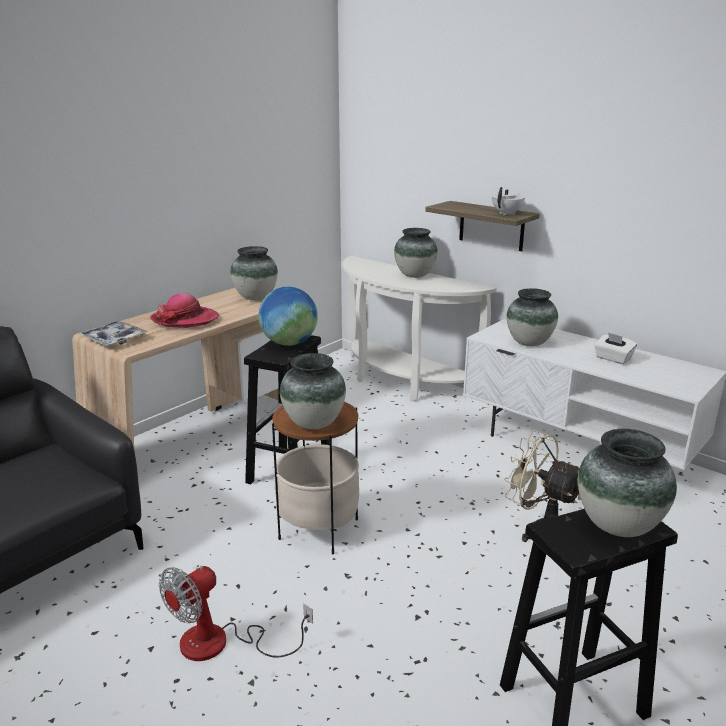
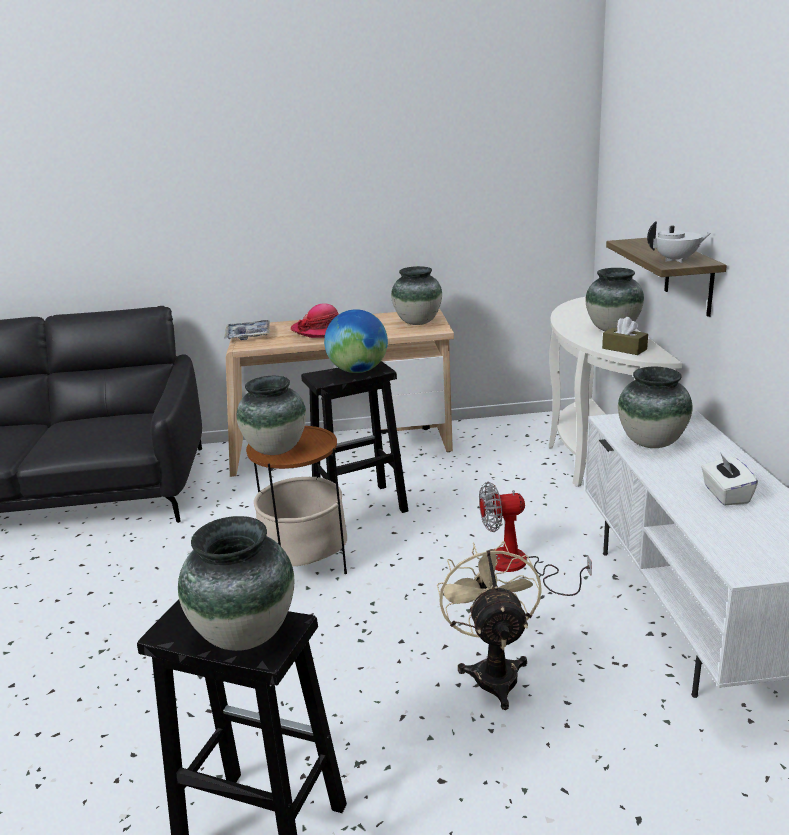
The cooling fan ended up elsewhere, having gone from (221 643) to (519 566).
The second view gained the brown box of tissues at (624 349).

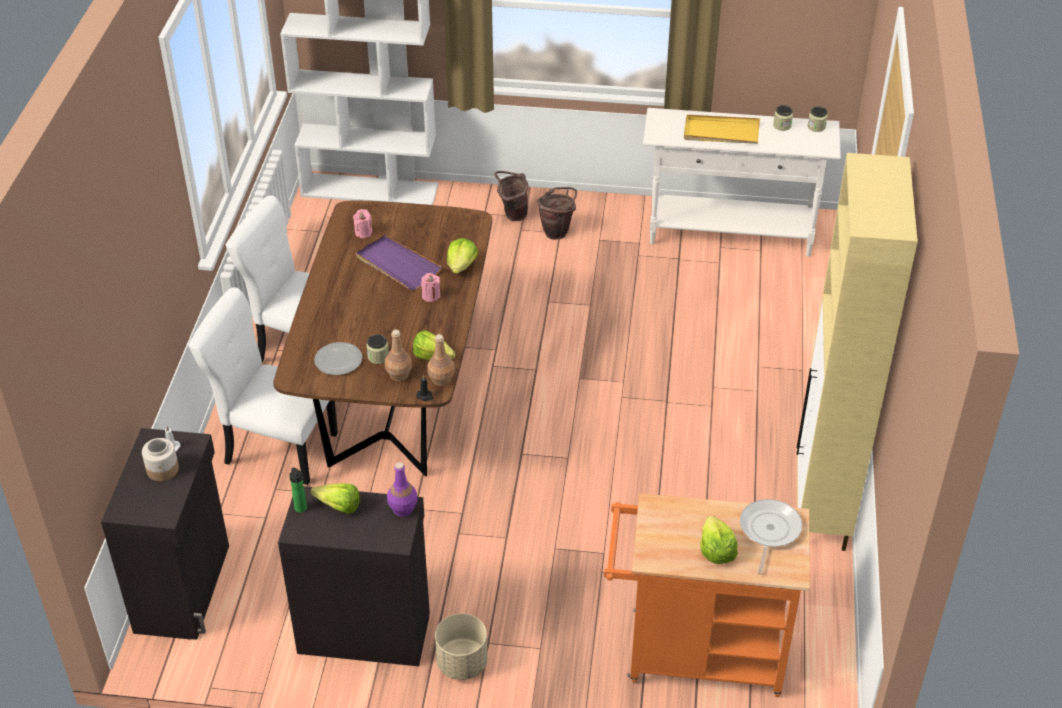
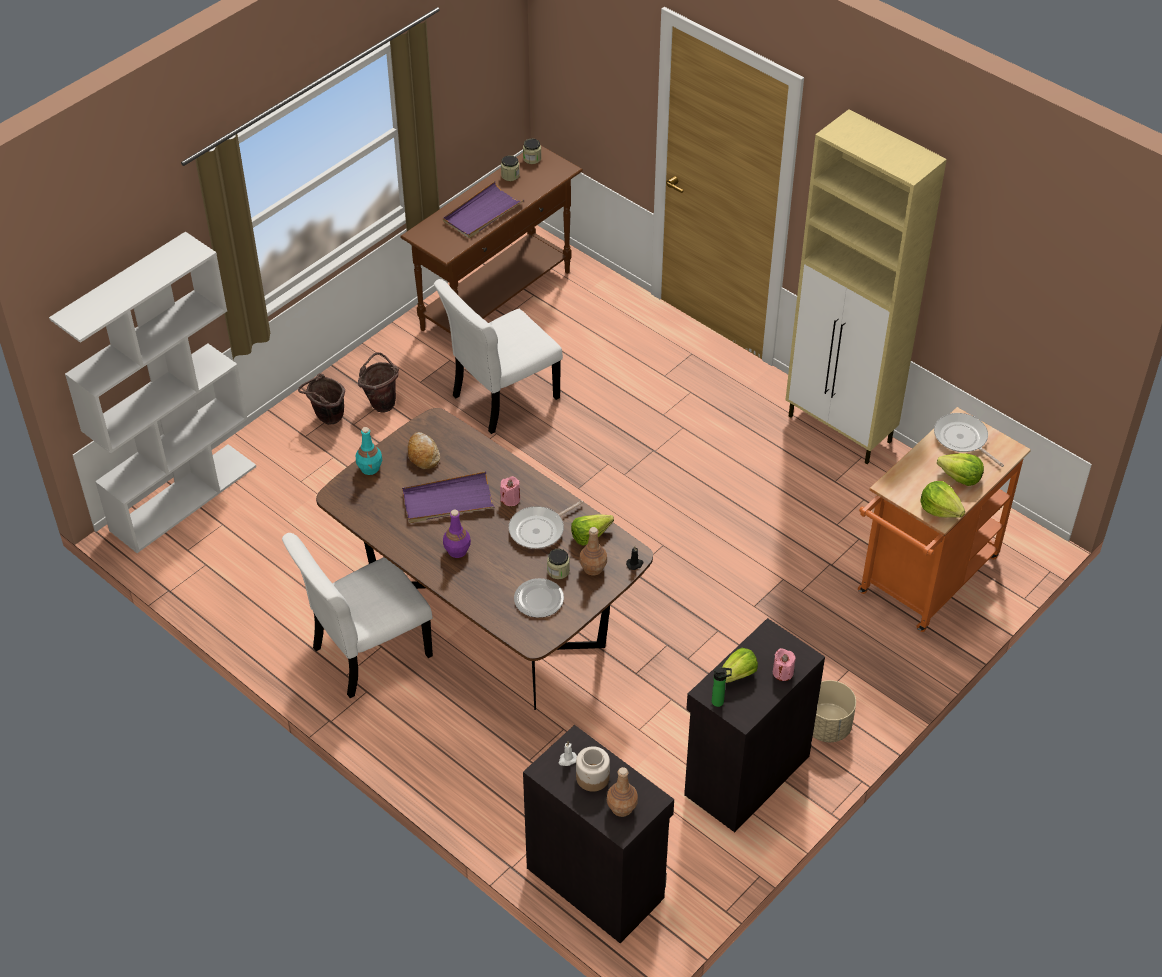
The second view gained the blue-green bottle at (370 468).
What was the whitish hall table at (731 234) turned into the brown hall table at (497 300).
The second view gained the bread at (423 454).
The whitish plain chair ended up elsewhere, having gone from (277 447) to (501 398).
What was the yellow-coloured tray at (721 132) turned into the purple-coloured tray at (482 213).
The purple-coloured bottle ended up elsewhere, having gone from (402 508) to (457 551).
The second view gained the skillet at (539 530).
The brown bottle ended up elsewhere, having gone from (441 379) to (622 807).
The pink-coloured wax candle ended up elsewhere, having gone from (363 233) to (783 672).
The lettuce ended up elsewhere, having gone from (461 265) to (940 509).

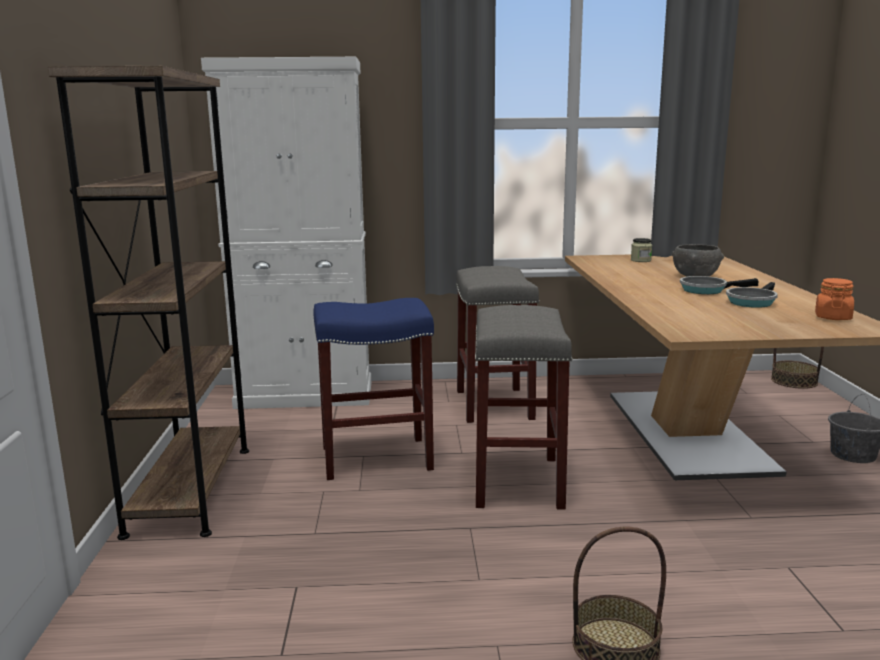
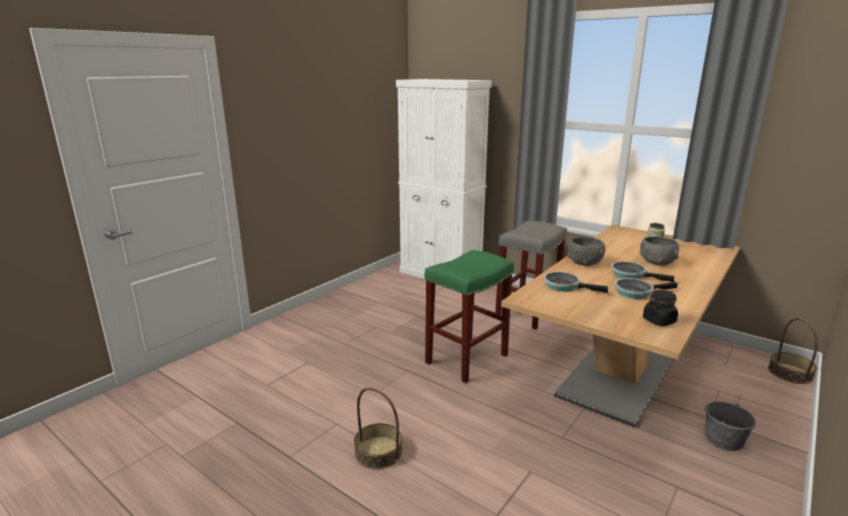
What was the grey sitting stool at (516 481) turned into the green sitting stool at (467 358).
The second view gained the skillet at (564 286).
The second view gained the grey bowl at (584 263).
What was the orangey jar at (832 317) turned into the black-coloured jar at (659 320).
The second view lost the brown bookshelf at (190 489).
The second view lost the blue-coloured sitting stool at (378 457).

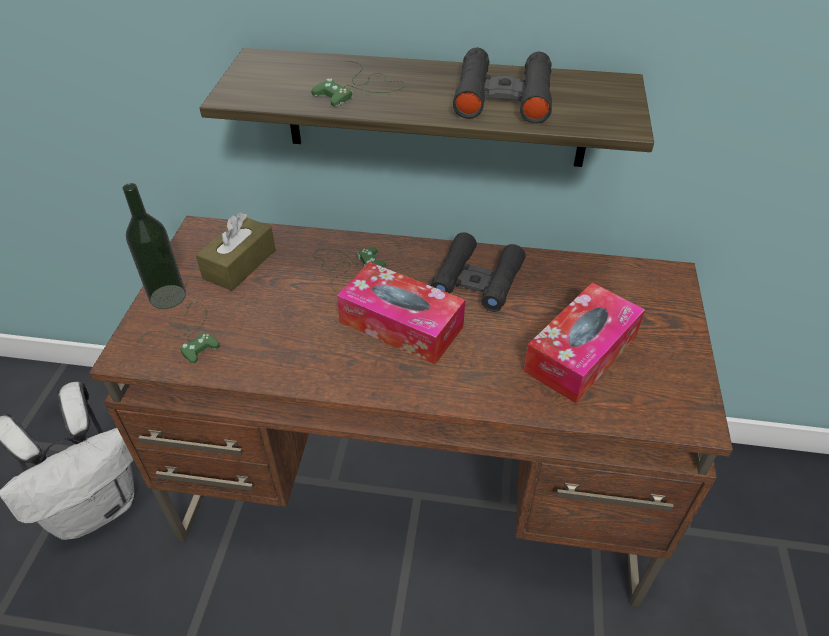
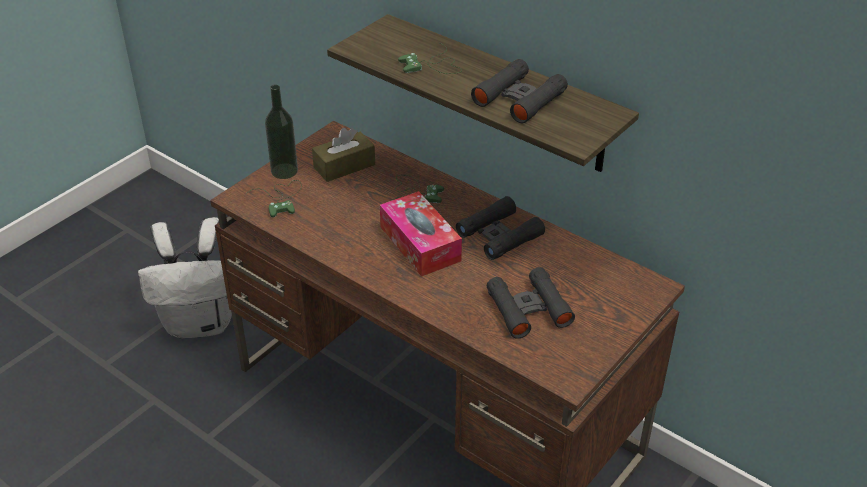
Where the box of tissues stood at (581 353), the black-coloured binoculars came to stand at (528 309).

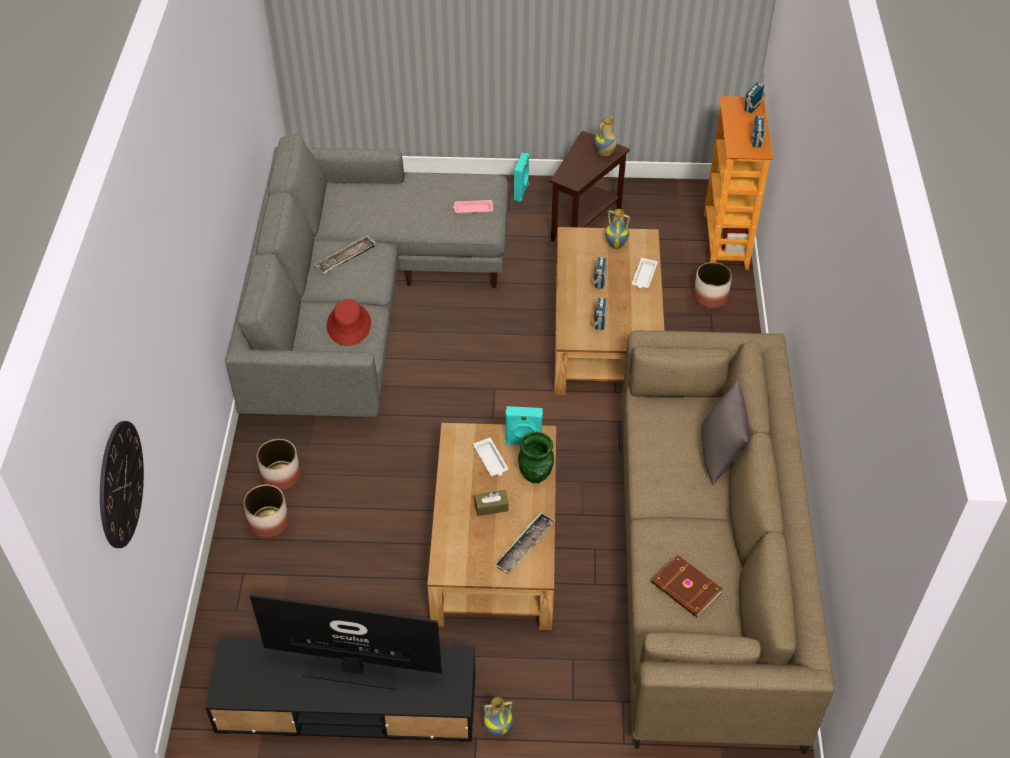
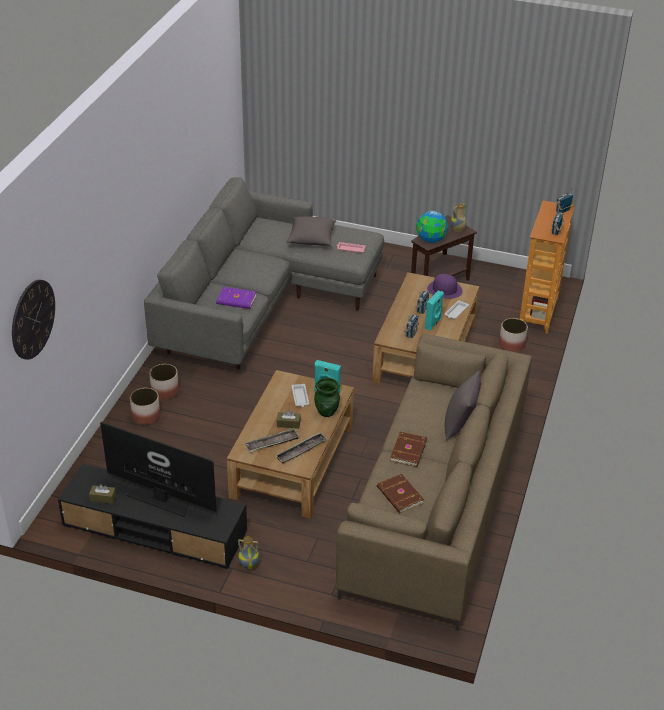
The second view gained the brown box of tissues at (103 498).
Where the red-coloured wearable hat stood at (349 325), the purple-coloured book came to stand at (236 300).
The tray ended up elsewhere, having gone from (346 257) to (272 443).
The second view gained the grey throw pillow at (312 239).
The second view gained the brown book at (409 451).
The second view gained the globe at (431 240).
The blue-green loudspeaker ended up elsewhere, having gone from (522 192) to (433 323).
Where the vase stood at (616 244), the purple-coloured wearable hat came to stand at (445 289).

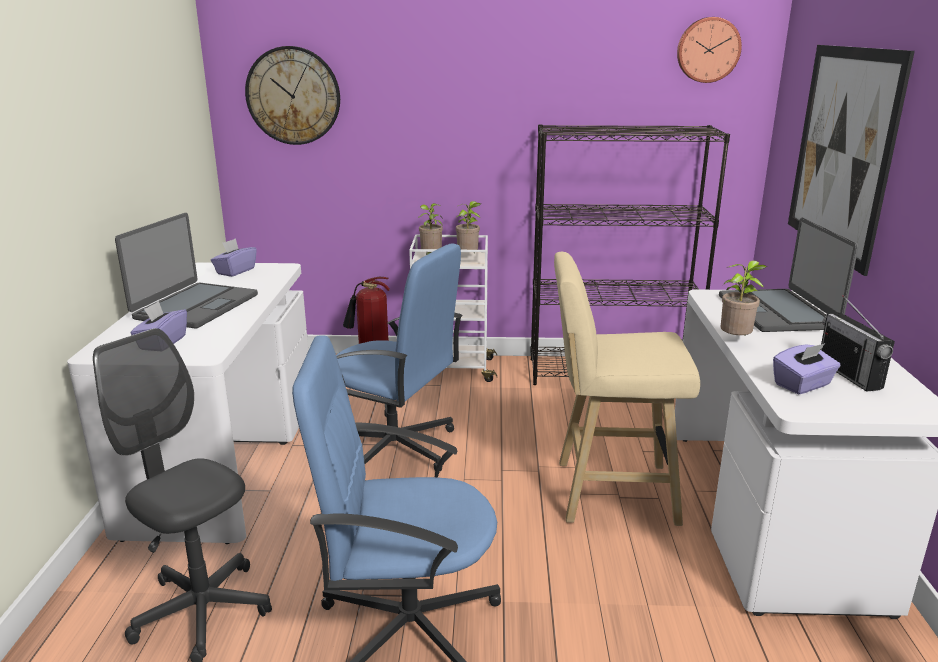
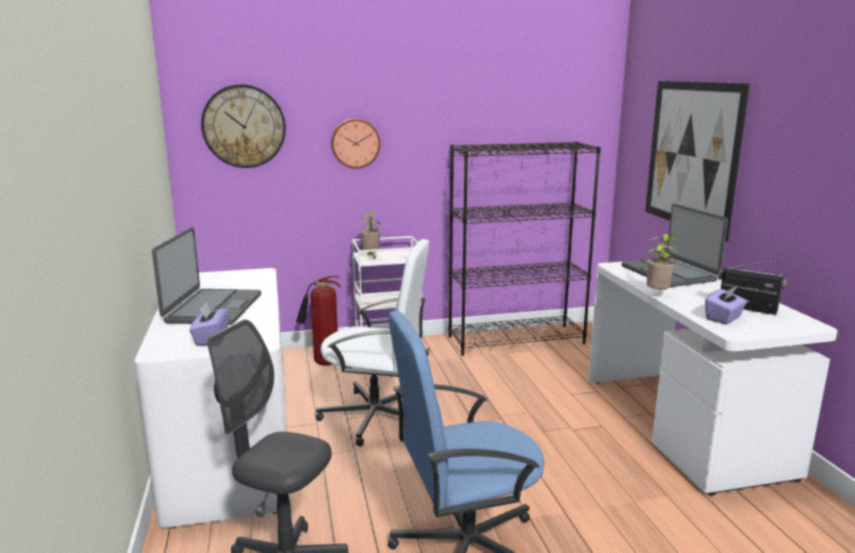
What was the blue-coloured office chair at (395 448) turned into the whitish office chair at (376 417).
The wall clock ended up elsewhere, having gone from (708 50) to (355 143).
The radio set at (849 374) ended up facing another way, 150 degrees clockwise from before.
The second view lost the purple-coloured box of tissues at (235 271).
The second view lost the potted plant at (468 257).
The second view lost the sand-coloured sitting stool at (609 492).

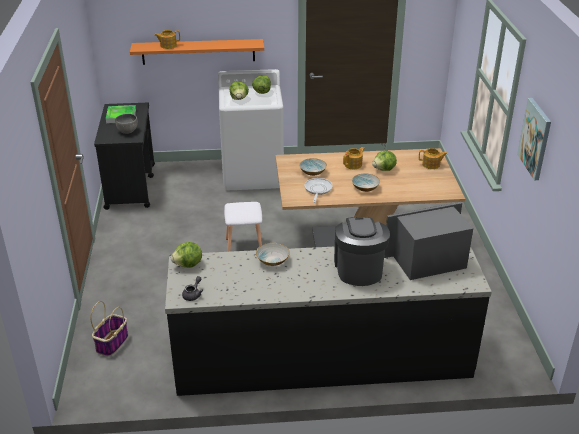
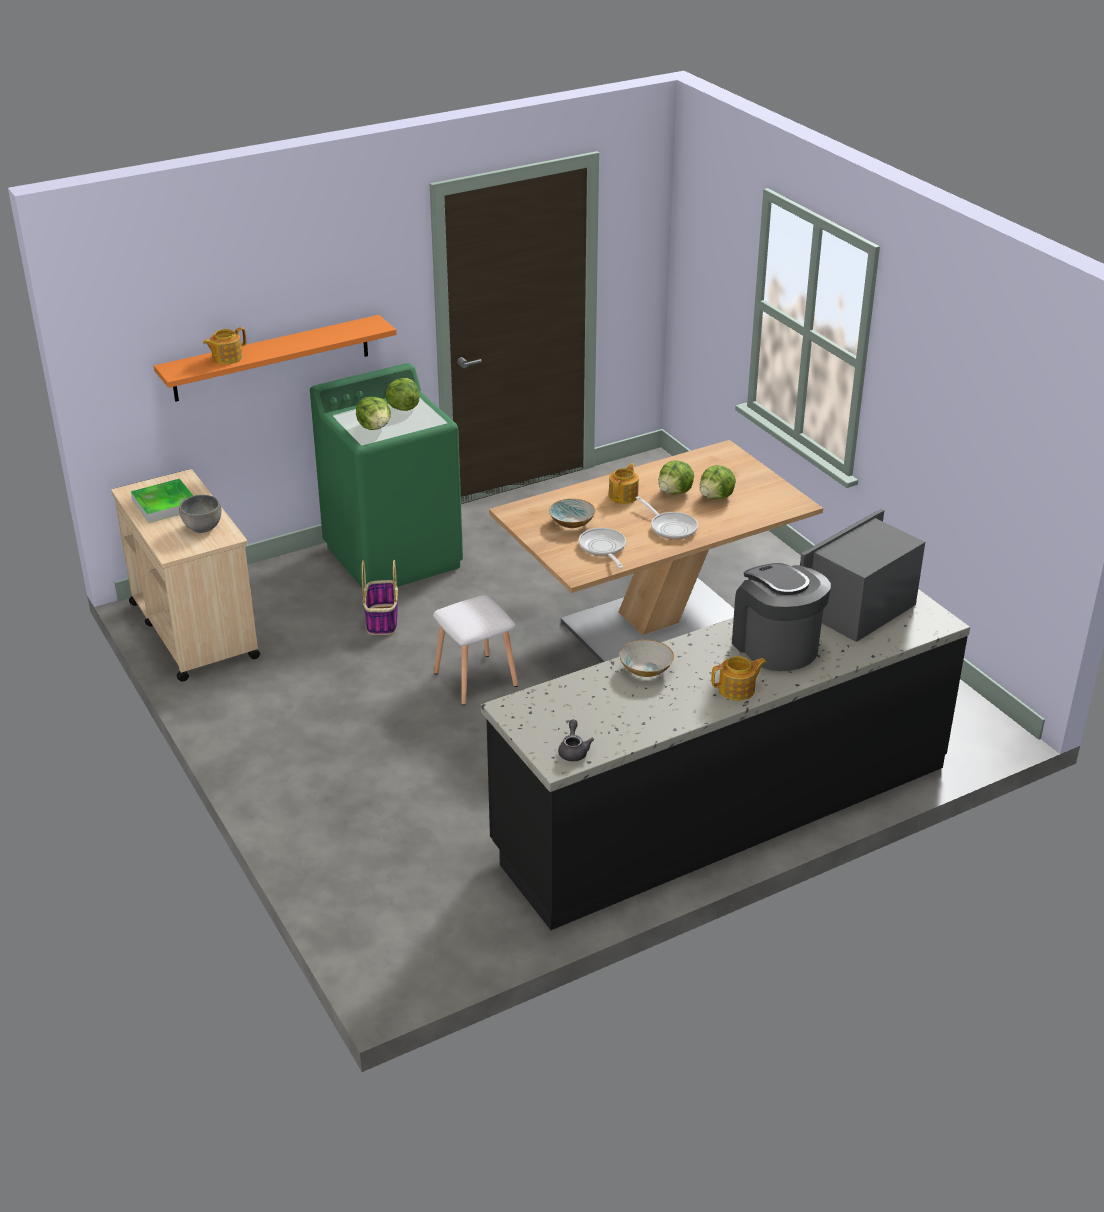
What was the black-coloured cart at (131 186) turned into the sand-coloured cart at (193 629).
What was the whitish laundry appliance at (253 174) turned into the green laundry appliance at (394 556).
The storage basket ended up elsewhere, having gone from (112 342) to (382 620).
Where the bowl stood at (365 188), the skillet came to stand at (671 527).
The lettuce ended up elsewhere, having gone from (188 265) to (716 497).
The pot for tea ended up elsewhere, having gone from (431 165) to (737 690).
The second view lost the wall art at (535 138).

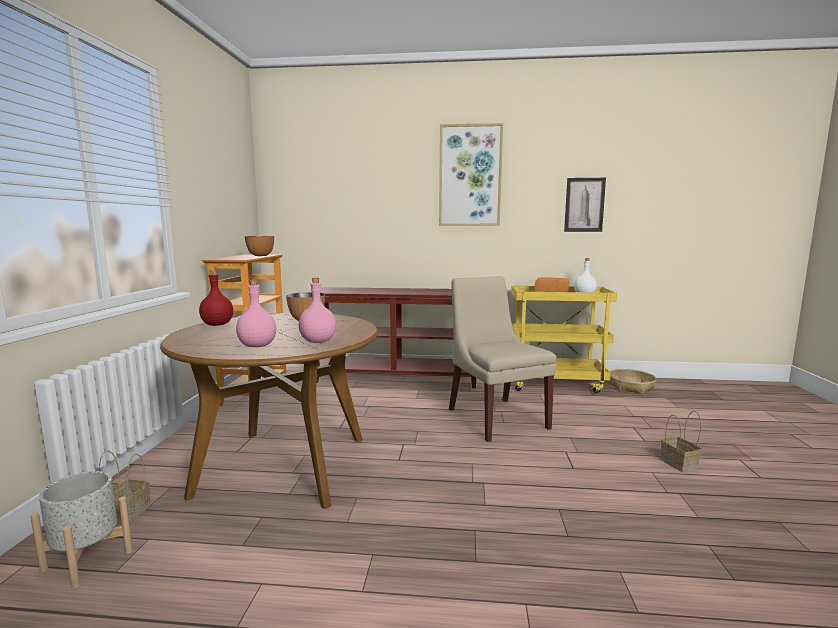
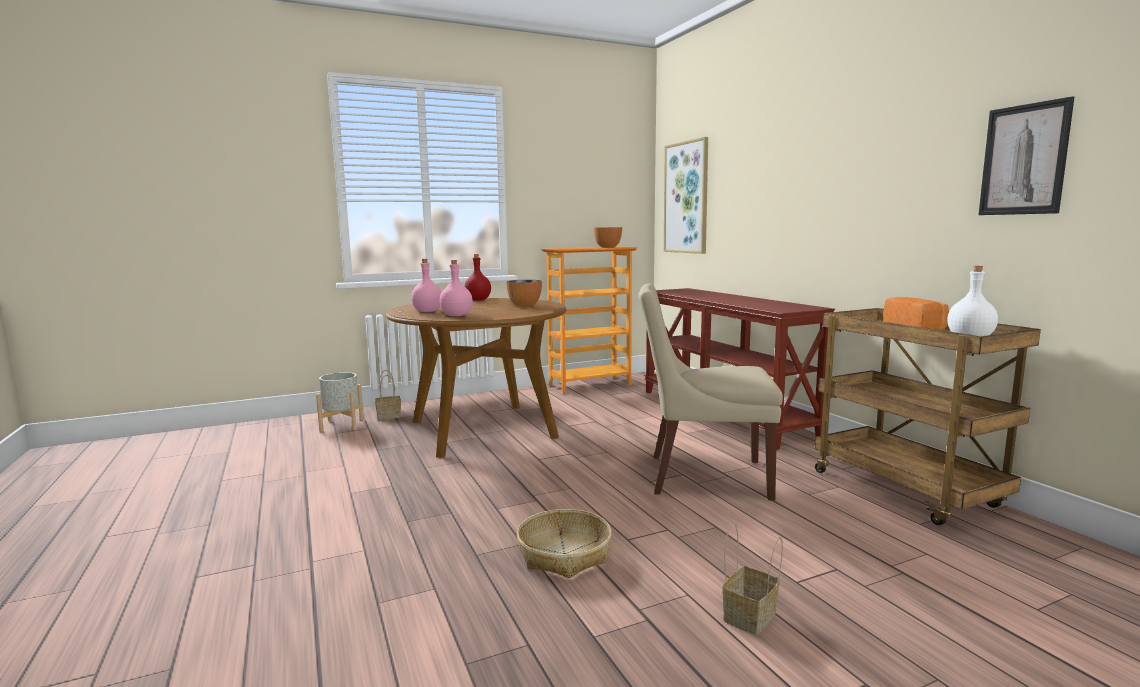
The storage basket ended up elsewhere, having gone from (630 387) to (564 554).
The sand-coloured plain chair at (495 417) ended up facing another way, 120 degrees counterclockwise from before.
The wall art ended up elsewhere, having gone from (470 176) to (686 198).
What was the yellow-coloured cart at (556 383) turned into the brown cart at (907 490).

